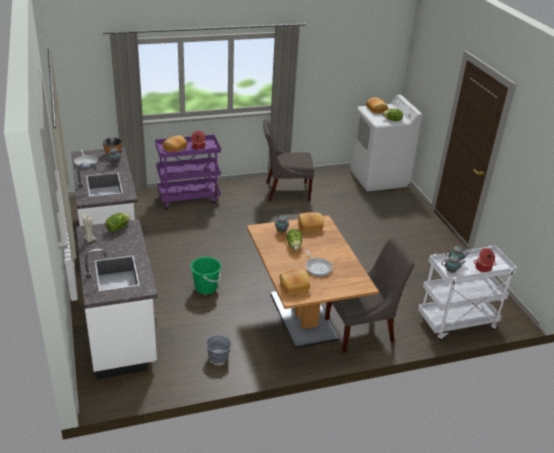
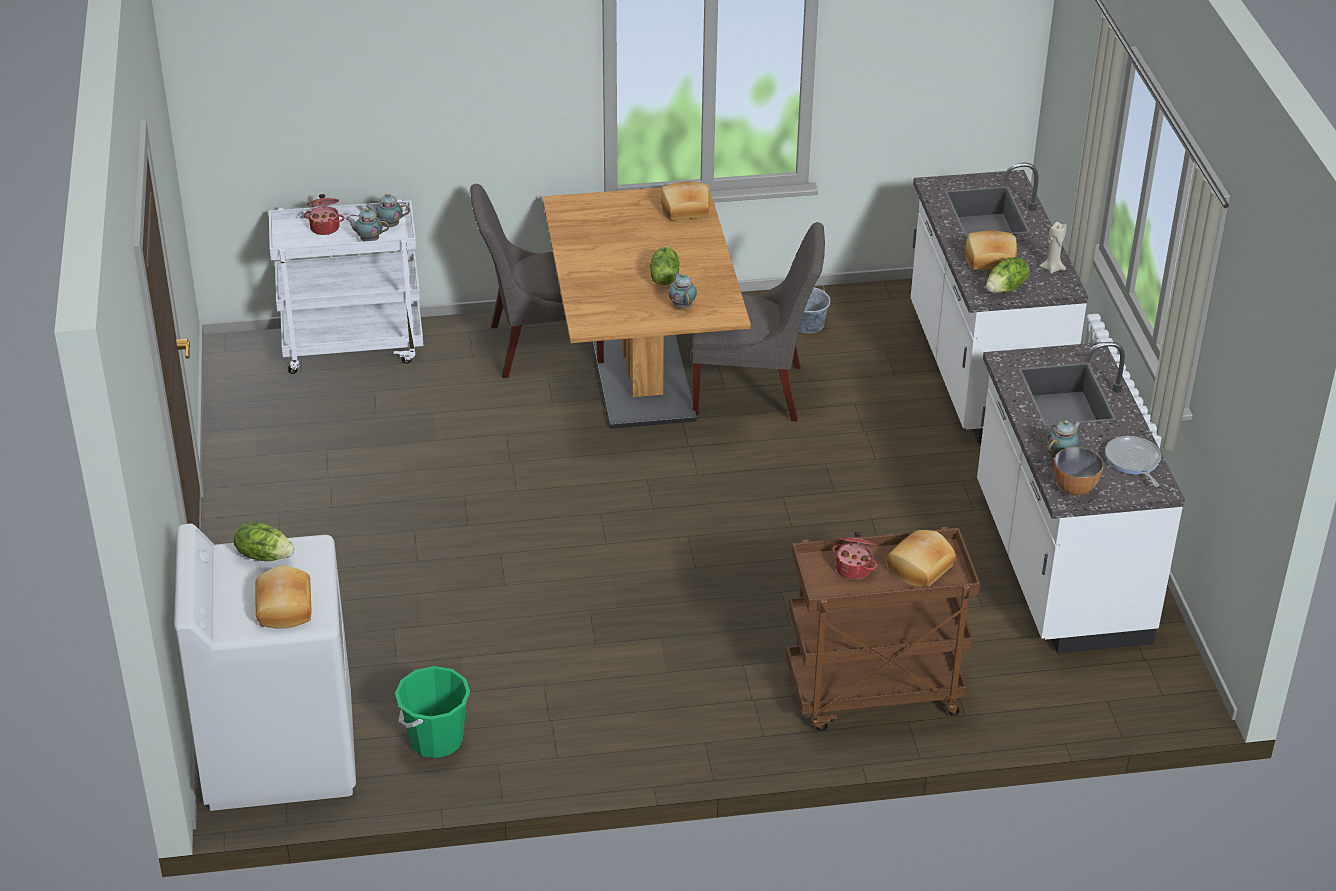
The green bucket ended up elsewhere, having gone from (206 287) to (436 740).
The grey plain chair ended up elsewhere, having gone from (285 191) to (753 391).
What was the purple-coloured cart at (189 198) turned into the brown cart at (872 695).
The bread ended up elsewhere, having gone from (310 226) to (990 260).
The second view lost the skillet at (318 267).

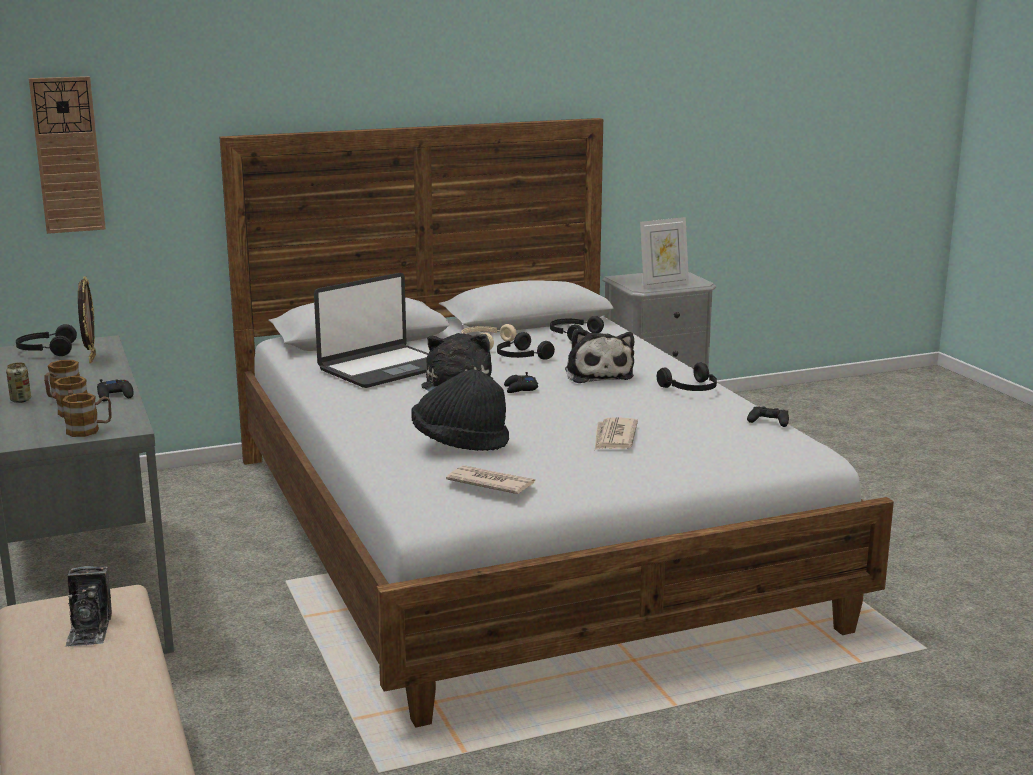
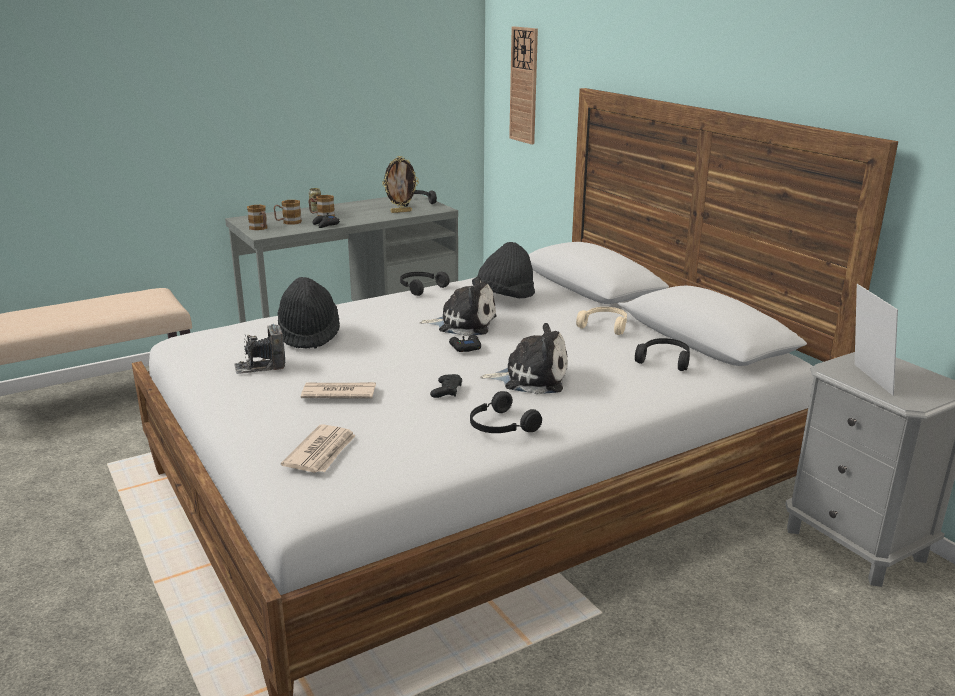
The photo camera ended up elsewhere, having gone from (89 629) to (260 366).
The printed paper ended up elsewhere, having gone from (490 483) to (322 452).
The black-coloured pair of headphones ended up elsewhere, having gone from (521 357) to (420 288).
The black-coloured joypad ended up elsewhere, having gone from (768 422) to (447 391).
Where the notebook computer stood at (384 368), the black-coloured wearable hat came to stand at (504 298).
The cuddly toy at (598 374) ended up facing another way, 150 degrees counterclockwise from before.
The picture frame at (663 285) ended up facing another way, 150 degrees counterclockwise from before.

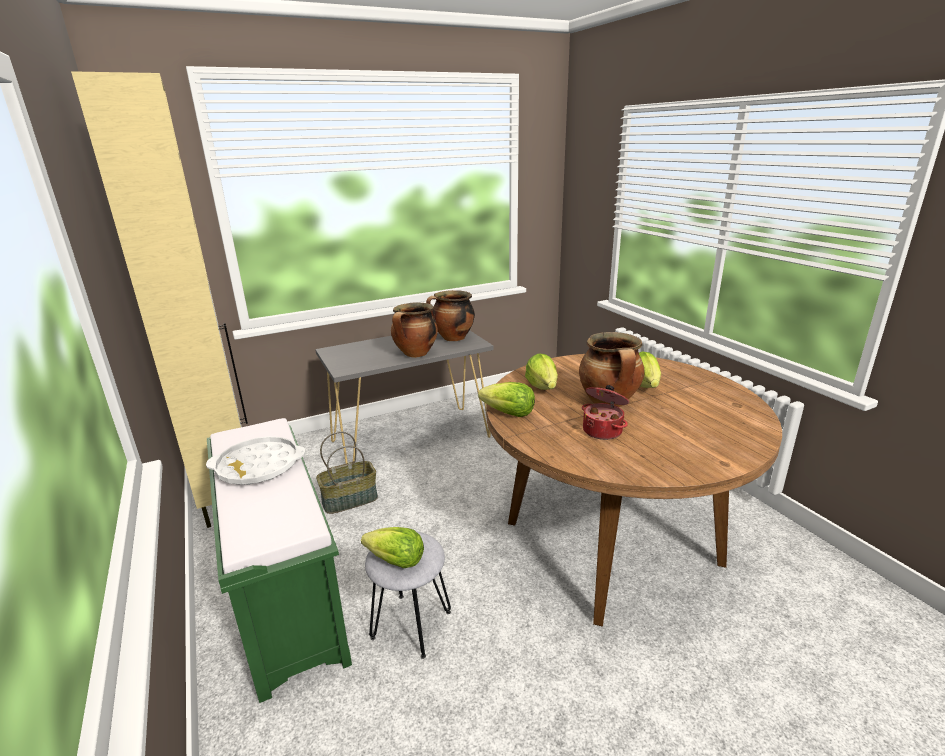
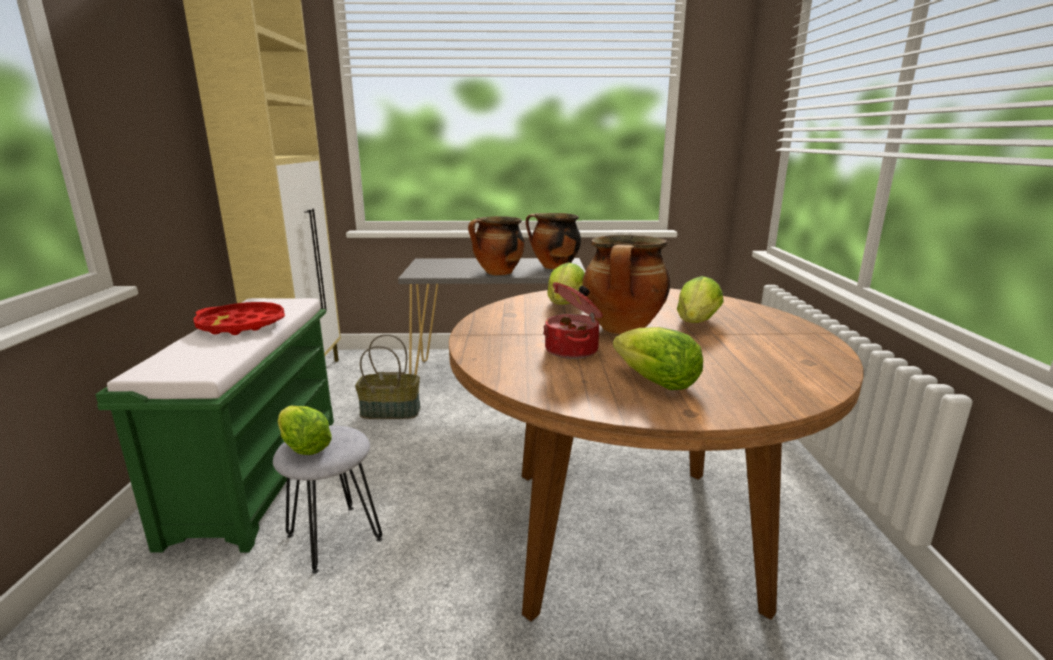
What was the whitish tray at (258 467) turned into the red-coloured tray at (241 325).
The lettuce ended up elsewhere, having gone from (509 414) to (656 383).

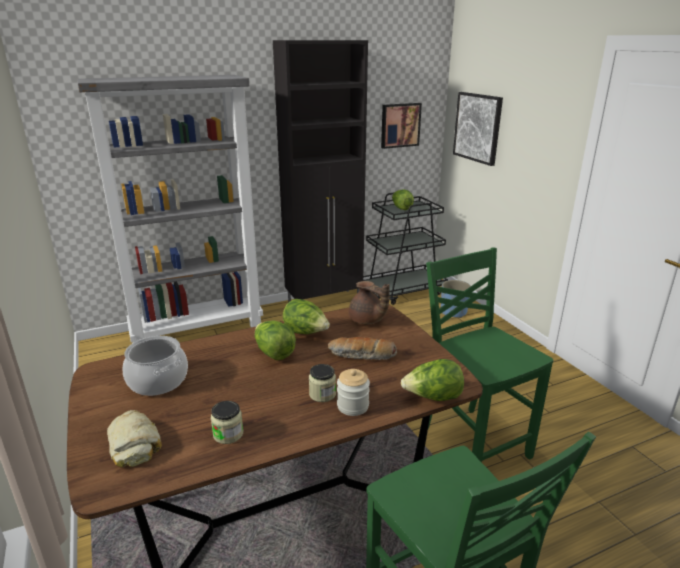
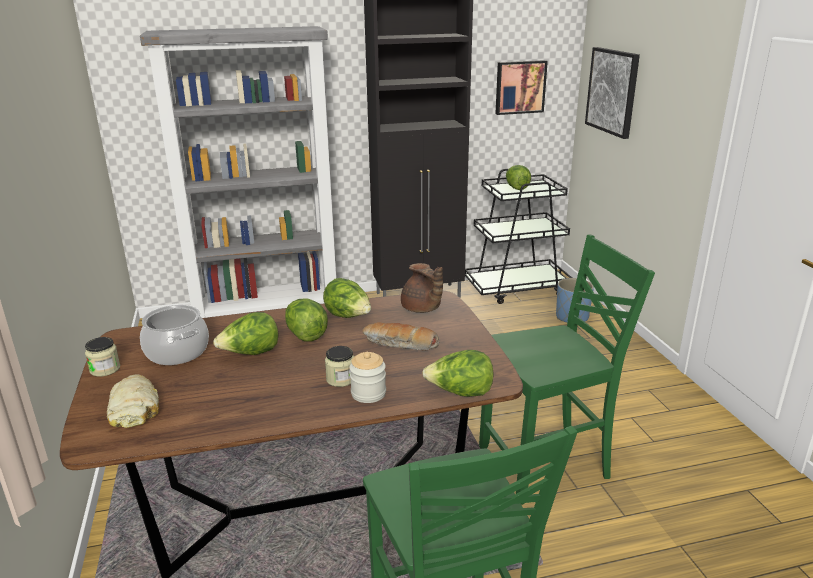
The jar ended up elsewhere, having gone from (228 434) to (105 369).
The second view gained the lettuce at (251 354).
The green plain chair at (472 442) ended up facing another way, 90 degrees clockwise from before.

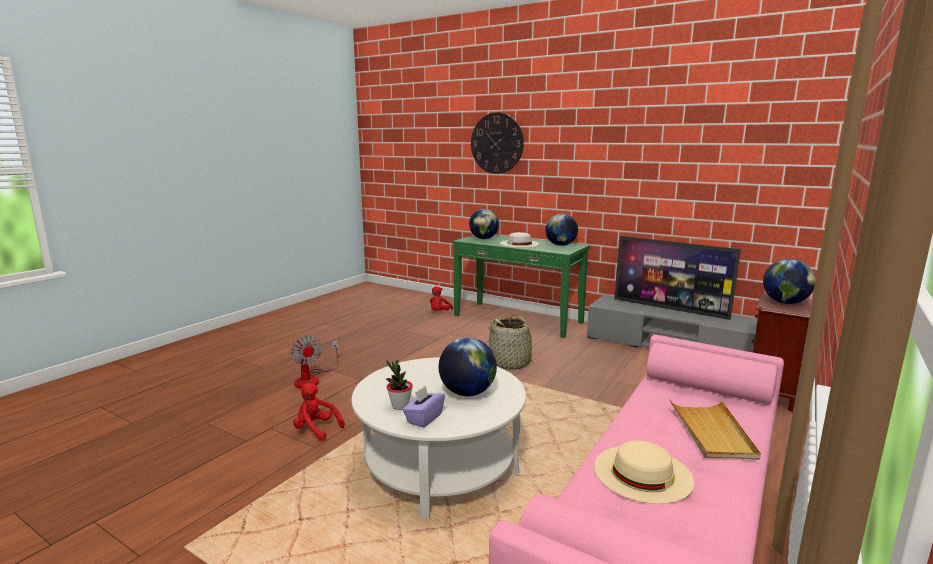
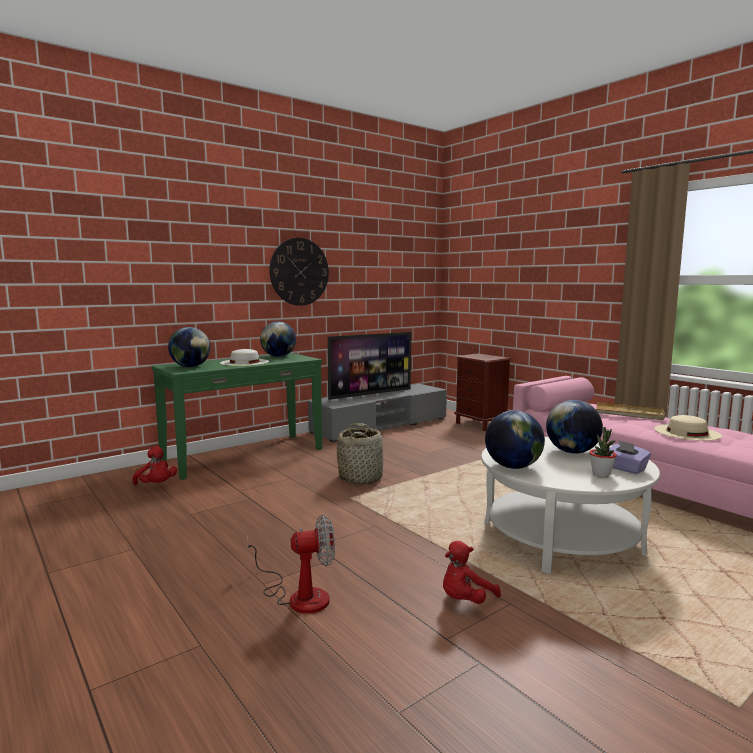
The wall clock ended up elsewhere, having gone from (496 143) to (299 272).
The globe ended up elsewhere, having gone from (785 302) to (513 467).

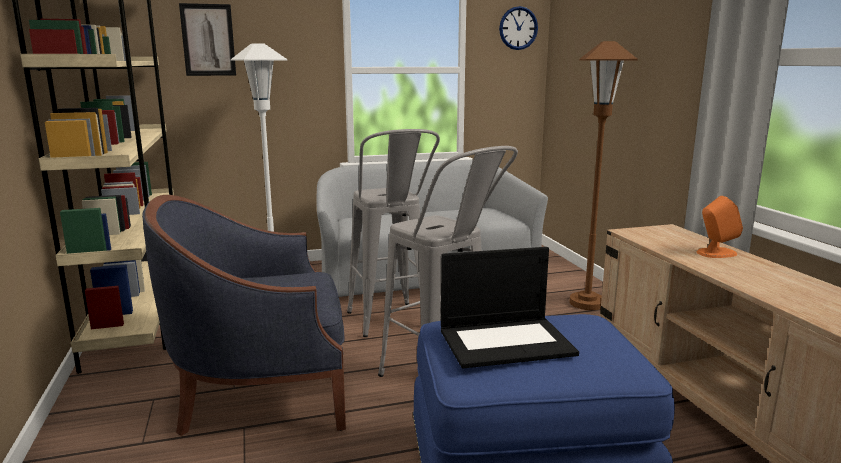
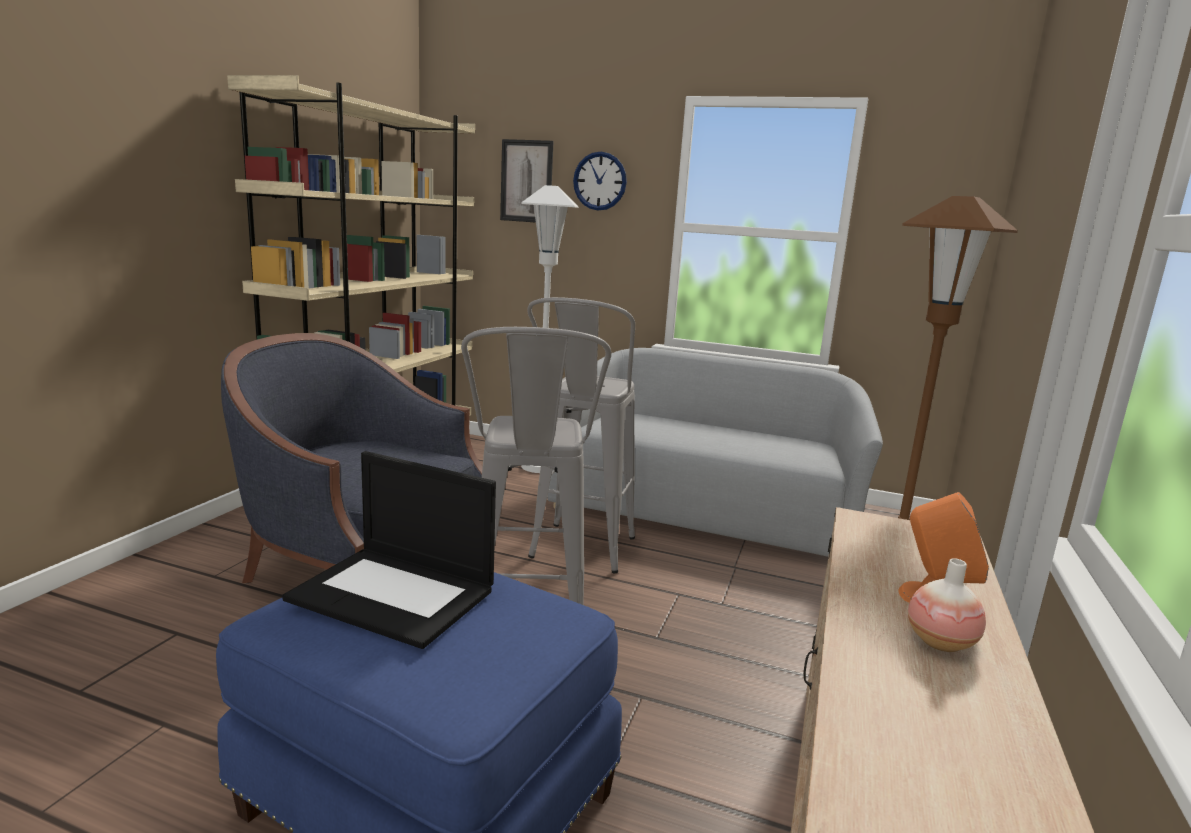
The wall clock ended up elsewhere, having gone from (518 28) to (600 181).
The second view gained the vase at (940 642).

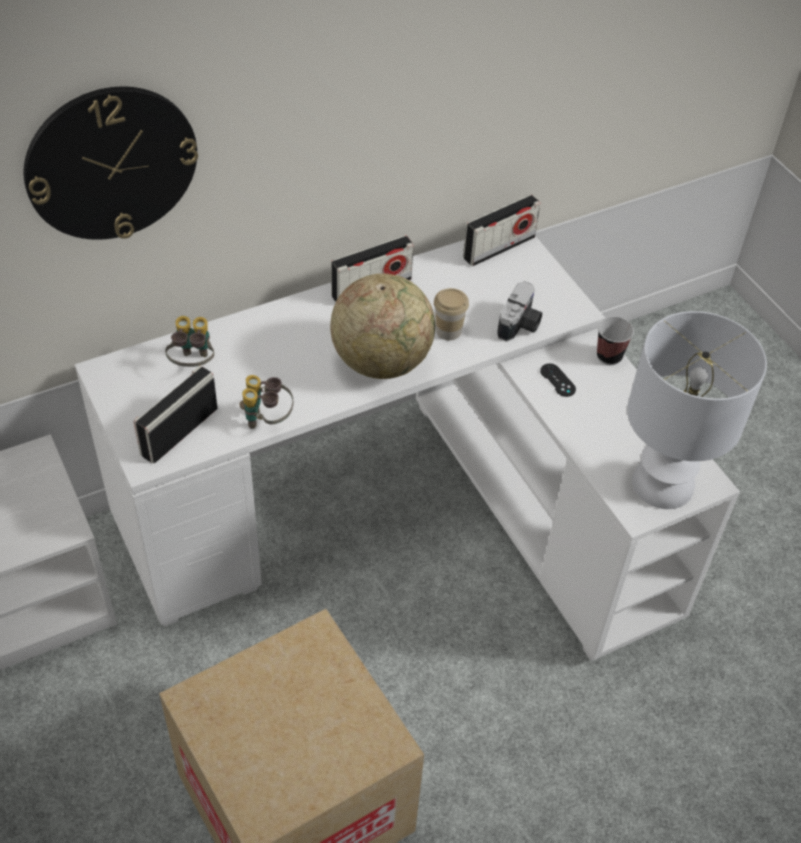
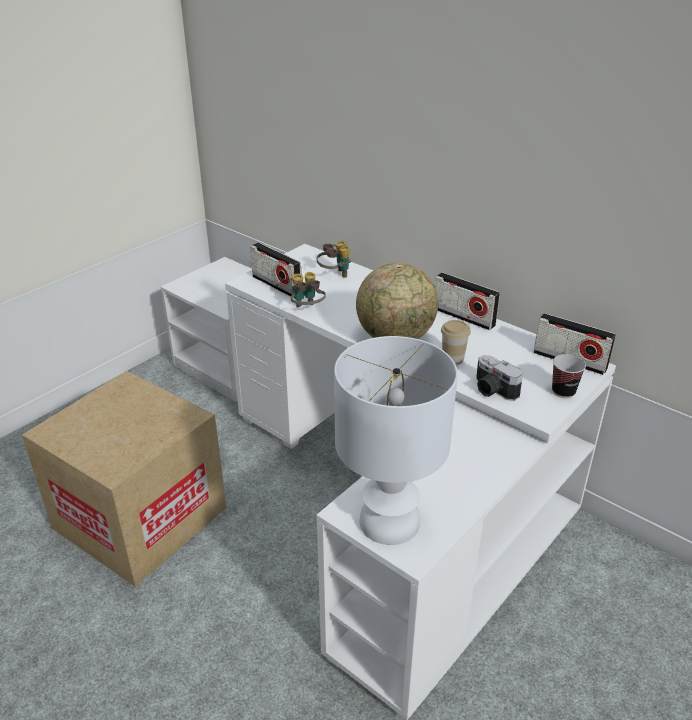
The radio set at (179 431) ended up facing another way, 150 degrees counterclockwise from before.
The photo camera at (520 325) ended up facing another way, 45 degrees clockwise from before.
The cup ended up elsewhere, having gone from (609 356) to (563 391).
The second view lost the wall clock at (111 163).
The second view lost the black-coloured joypad at (557 380).

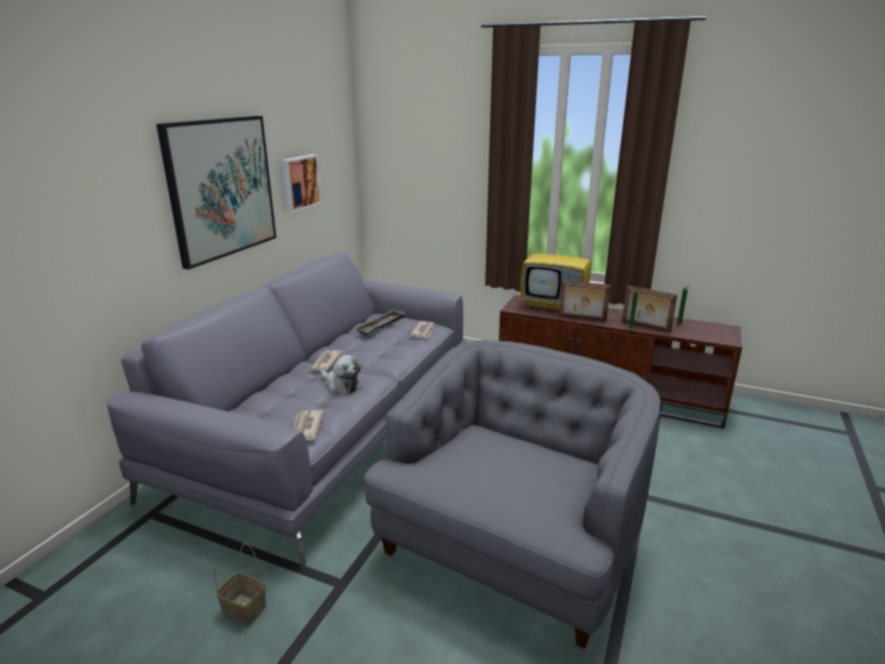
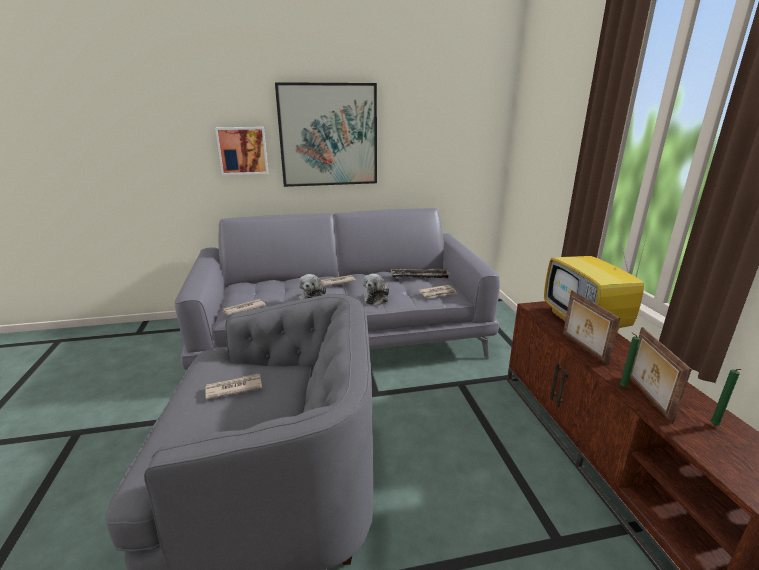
The second view gained the printed paper at (233 388).
The wall art ended up elsewhere, having gone from (300 182) to (243 150).
The second view gained the cuddly toy at (377 298).
The second view lost the storage basket at (242 609).

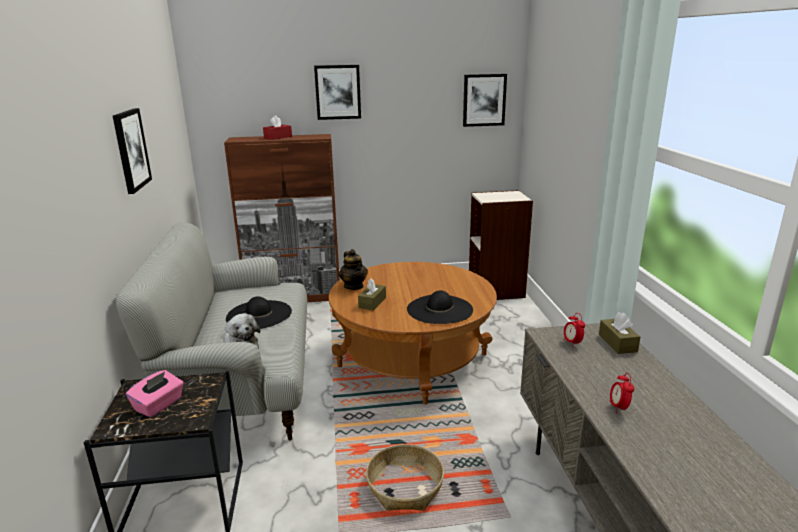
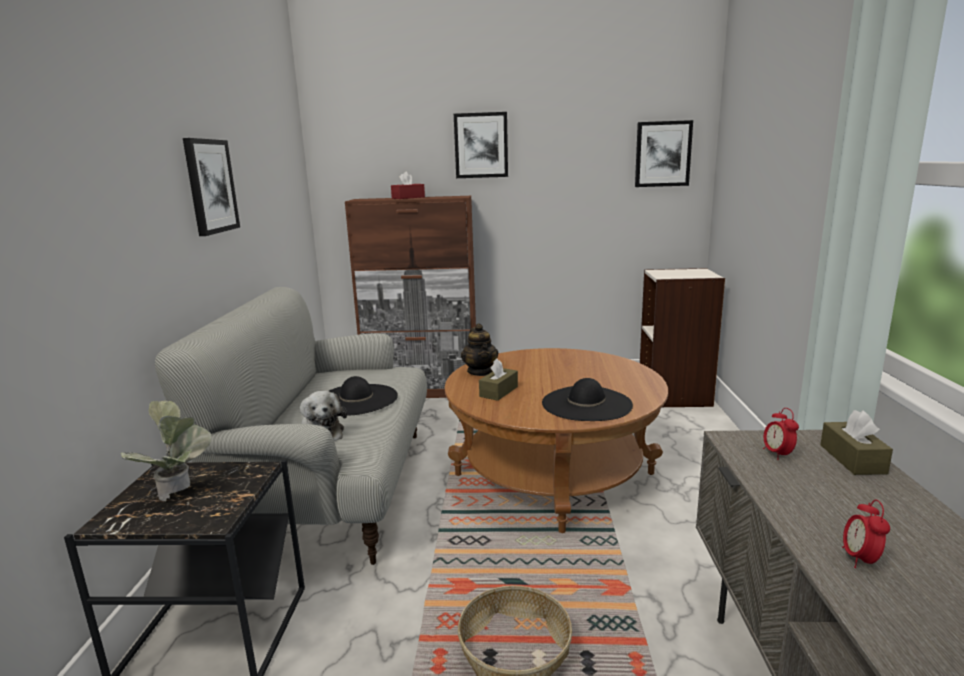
Where the pink-coloured box of tissues stood at (159 405), the potted plant came to stand at (180 496).

